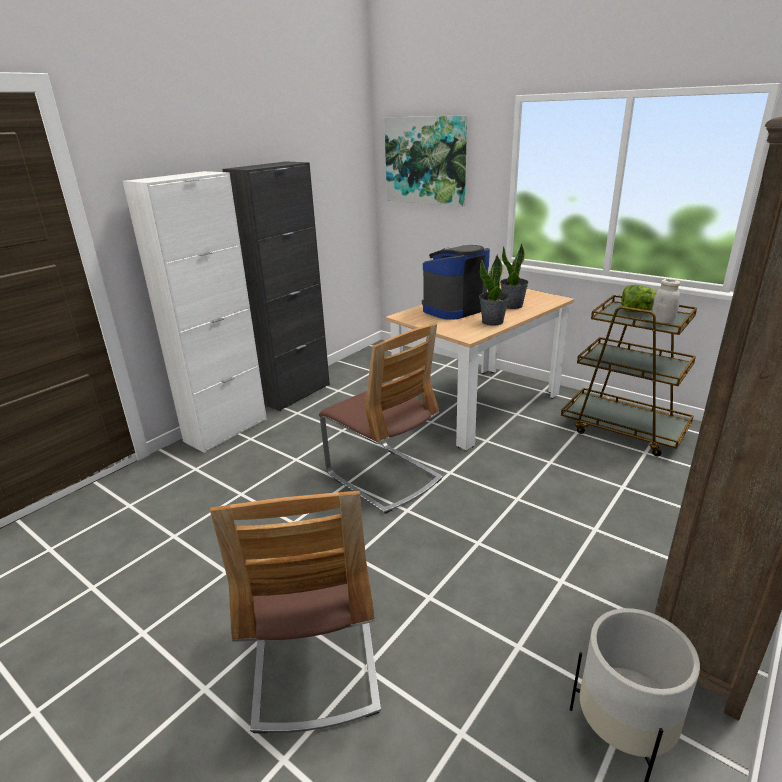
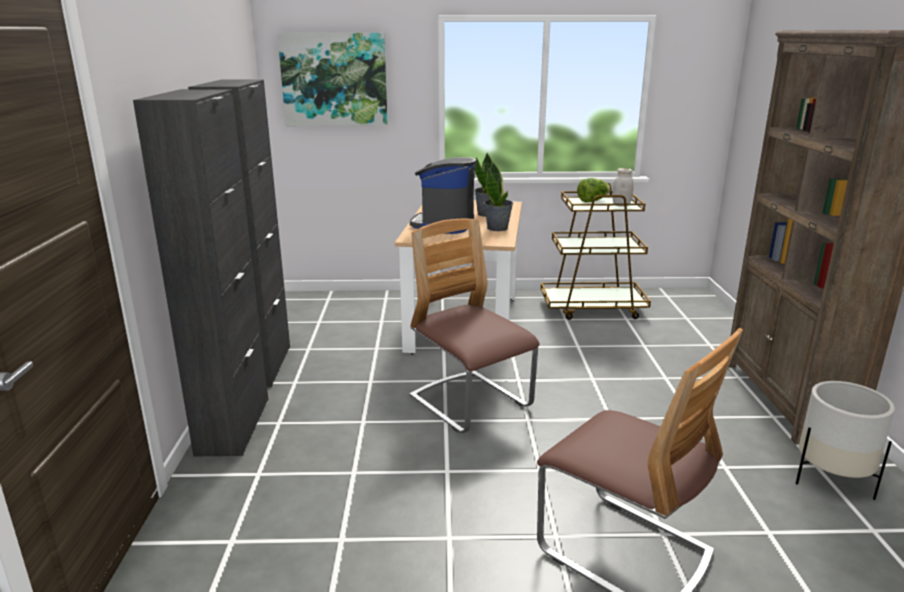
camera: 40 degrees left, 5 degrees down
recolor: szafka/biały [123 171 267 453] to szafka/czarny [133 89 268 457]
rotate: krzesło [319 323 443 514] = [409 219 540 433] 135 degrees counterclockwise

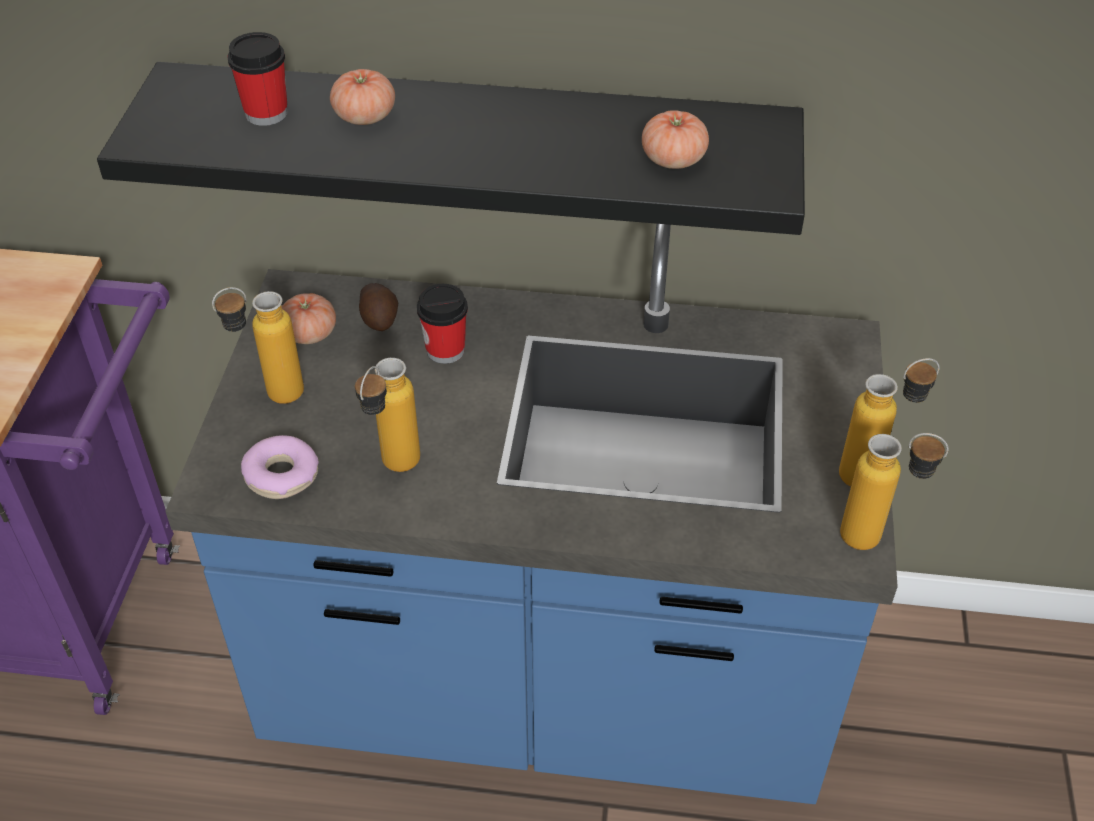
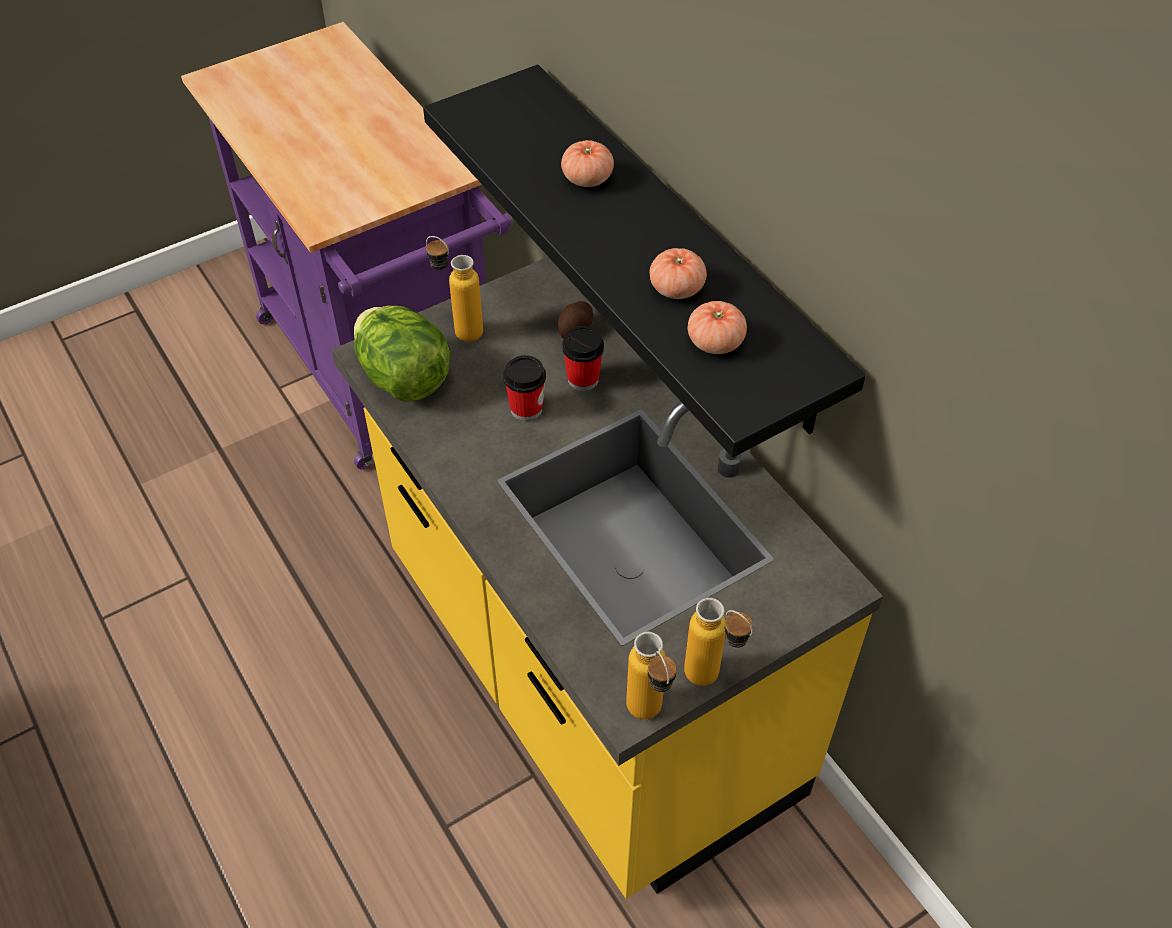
camera: 50 degrees right, 5 degrees up
delete: butelka [355 358 420 472]
move: filiżanka [227 32 288 126] to [503 355 546 421]; pomidor [282 293 336 344] to [650 248 707 299]
replace: donut [241 435 319 499] to sałata [354 306 451 402]
recolor: zabudowa kuchenna/niebieski [165 224 898 804] to zabudowa kuchenna/żółty [332 257 883 898]

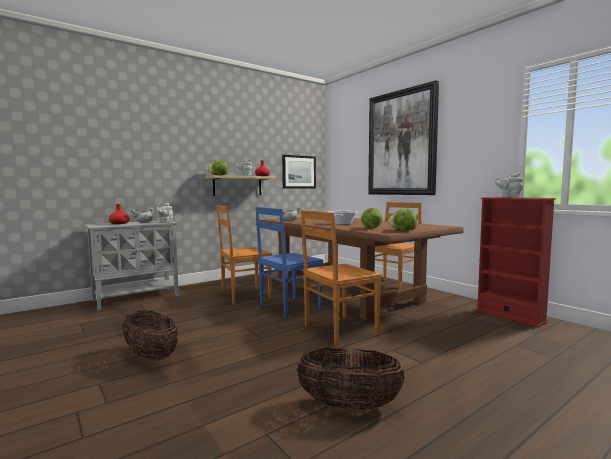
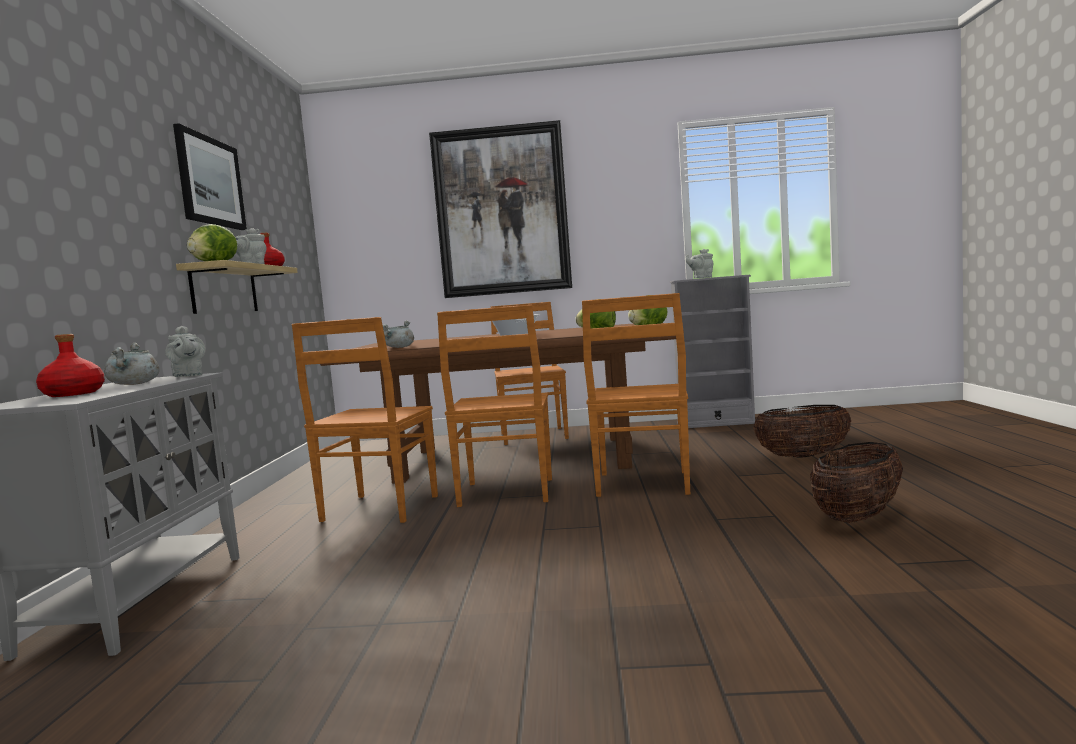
camera: 50 degrees left, 0 degrees up
move: obraz [282 155 316 189] to [173 123 247 230]; koszyk [122 311 178 361] to [753 405 851 457]
recolor: regał/czerwony [476 197 556 328] to regał/szary [670 275 755 428]; krzesło/niebieski [256 207 324 319] to krzesło/brązowy [437 305 552 507]

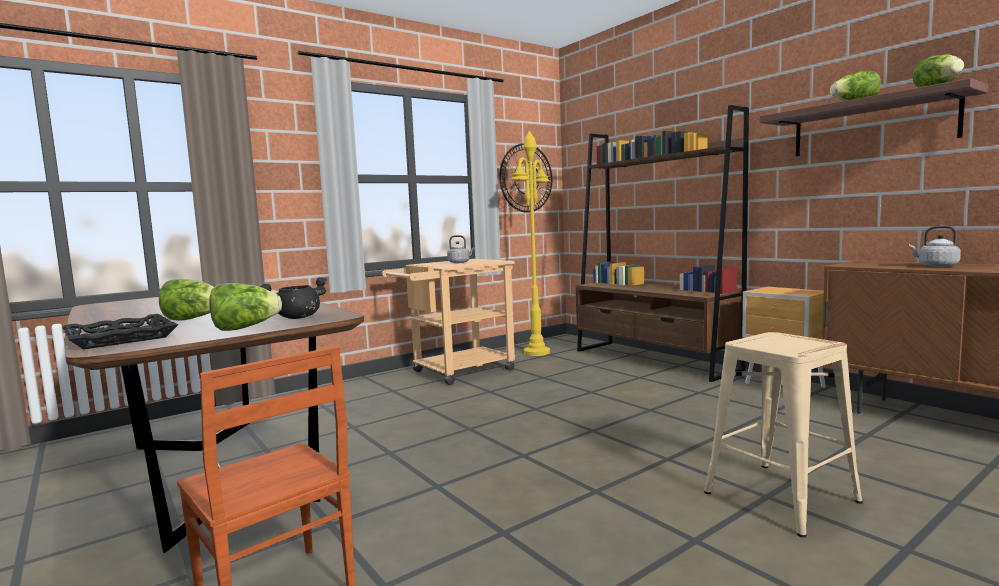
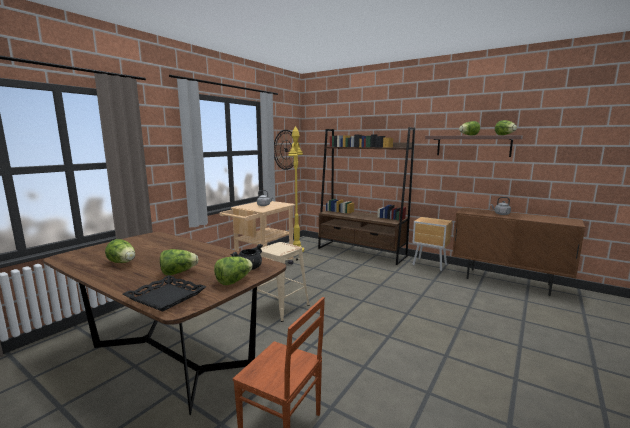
camera: 20 degrees left, 5 degrees up
insert: sałata [105 239 135 263]
move: stołek/beżowy [704 332 863 538] to [257 242 310 322]

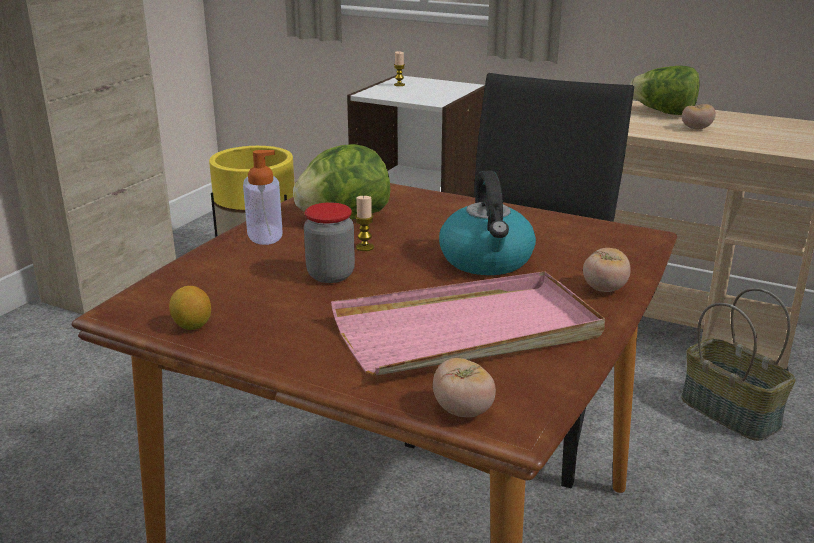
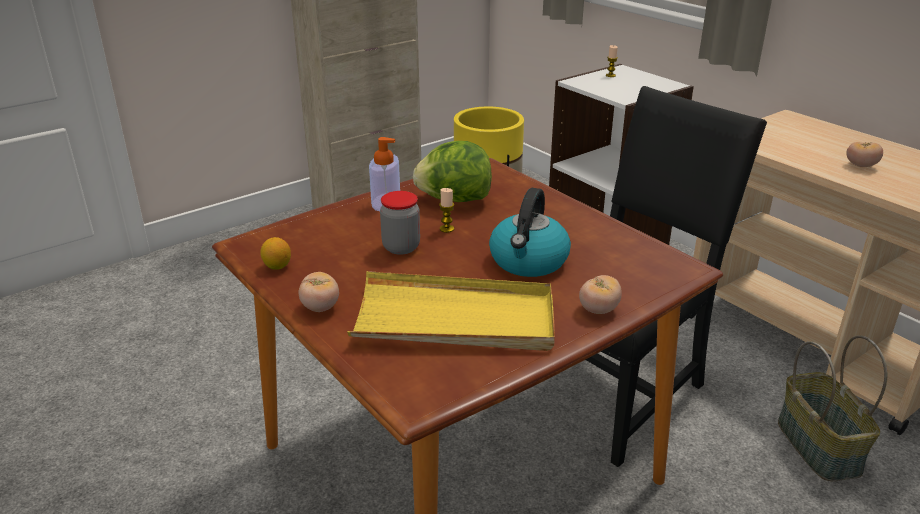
camera: 25 degrees right, 5 degrees up
delete: sałata [630 66 700 115]
move: pomidor [433 358 496 417] to [298 272 339 312]
recolor: taca/różowy [331 271 605 376] to taca/żółty [347 271 555 351]

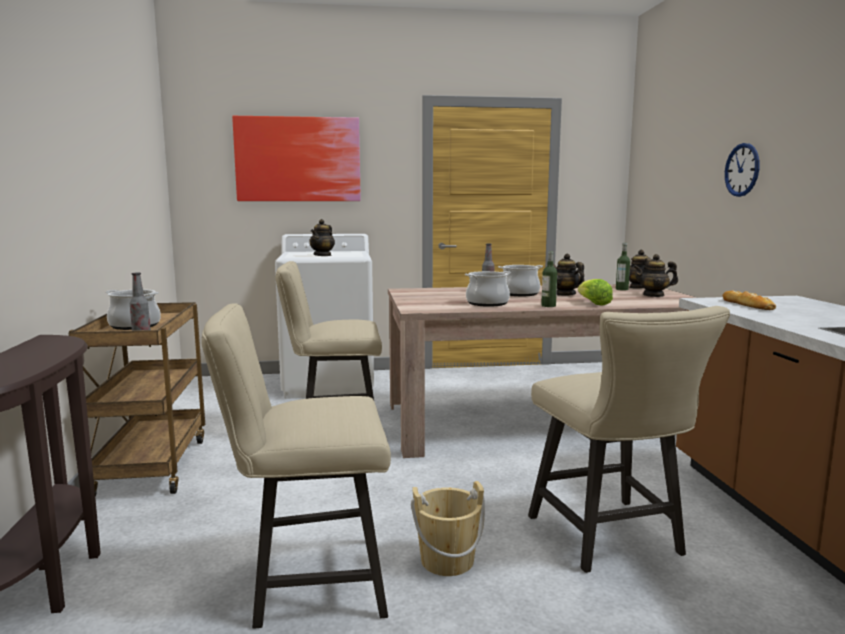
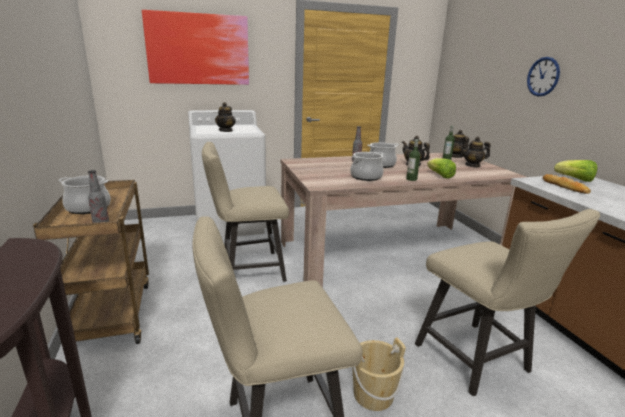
camera: 10 degrees left, 10 degrees up
insert: sałata [554 160 597 182]

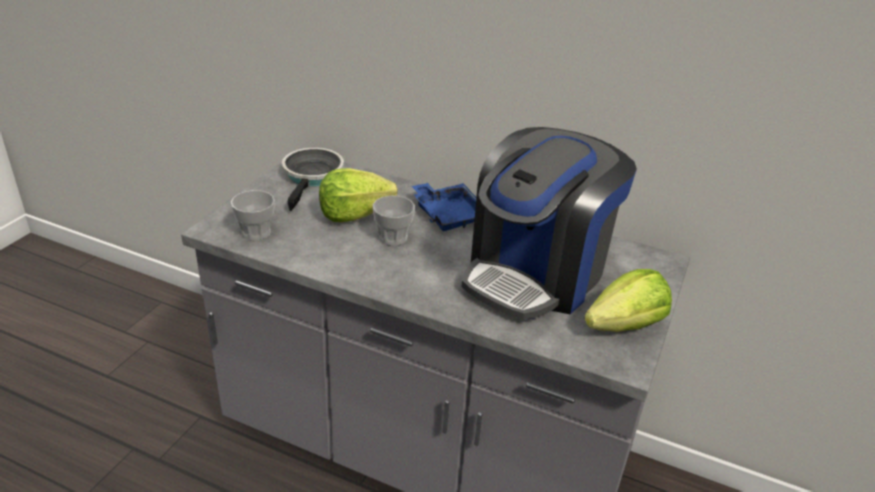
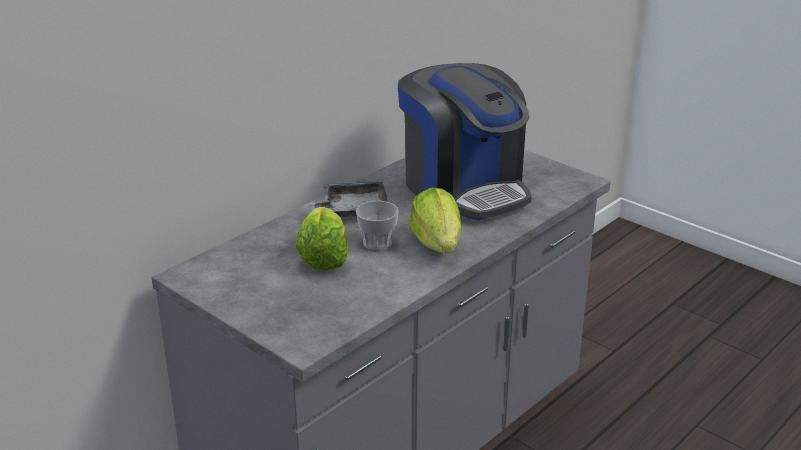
camera: 70 degrees left, 5 degrees down
delete: patelnia [282 148 344 211]; filiżanka [231 190 275 241]
move: sałata [585 269 672 332] to [410 187 461 253]
recolor: taca/niebieski [412 183 476 231] to taca/szary [310 182 388 218]

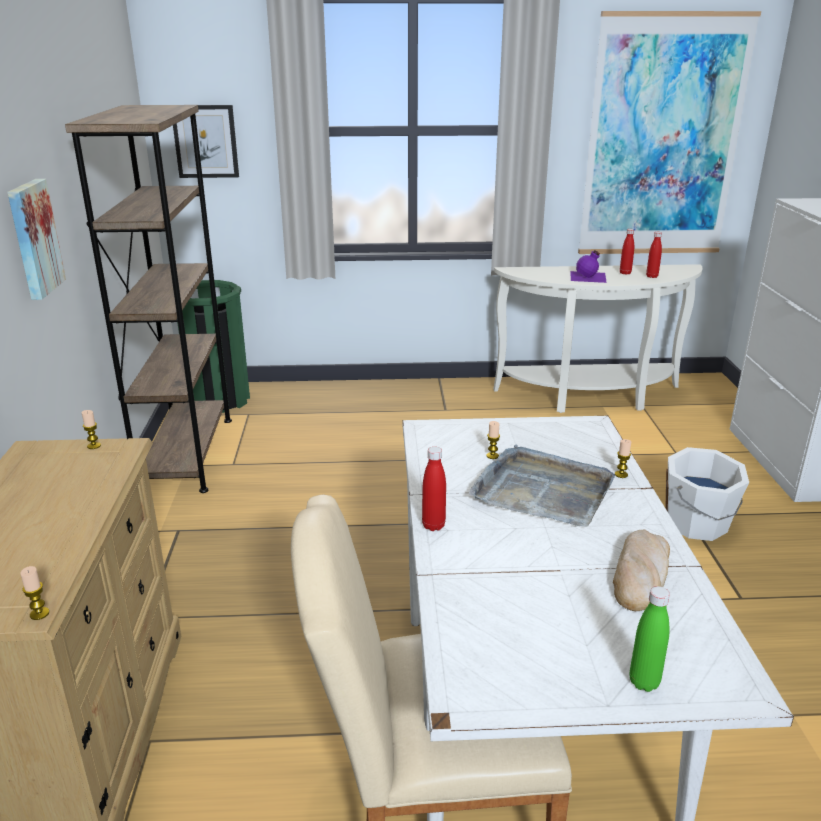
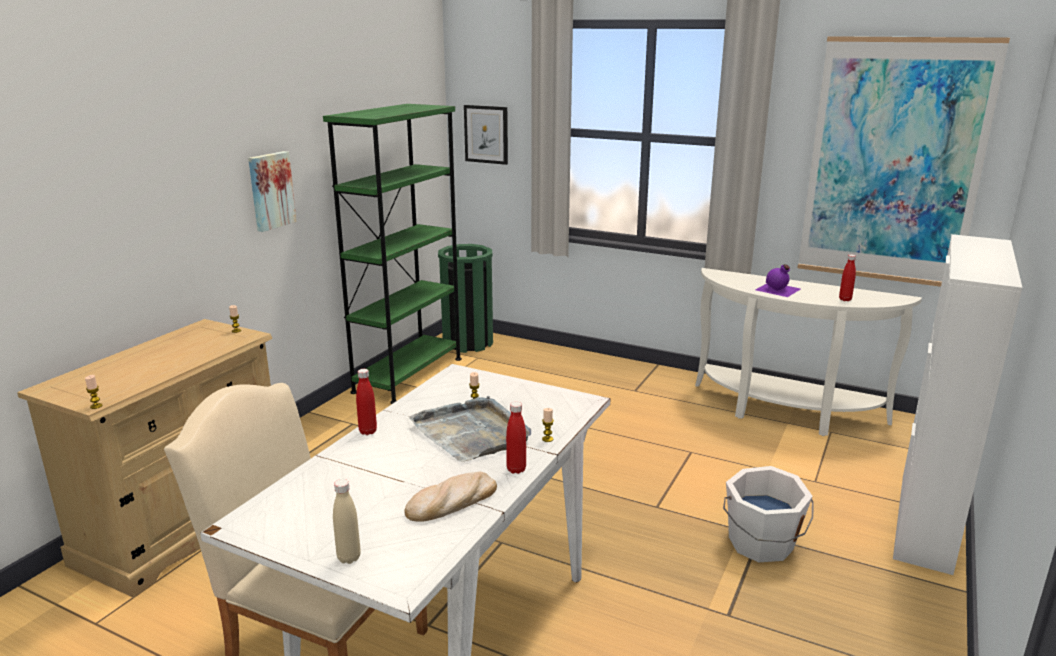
camera: 30 degrees right, 5 degrees down
move: butelka/czerwony [620 229 634 275] to [506 402 526 474]
recolor: regał/brązowy [65 105 232 493] to regał/zielony [323 104 462 404]; butelka/zielony [630 586 670 692] to butelka/beżowy [333 479 361 564]

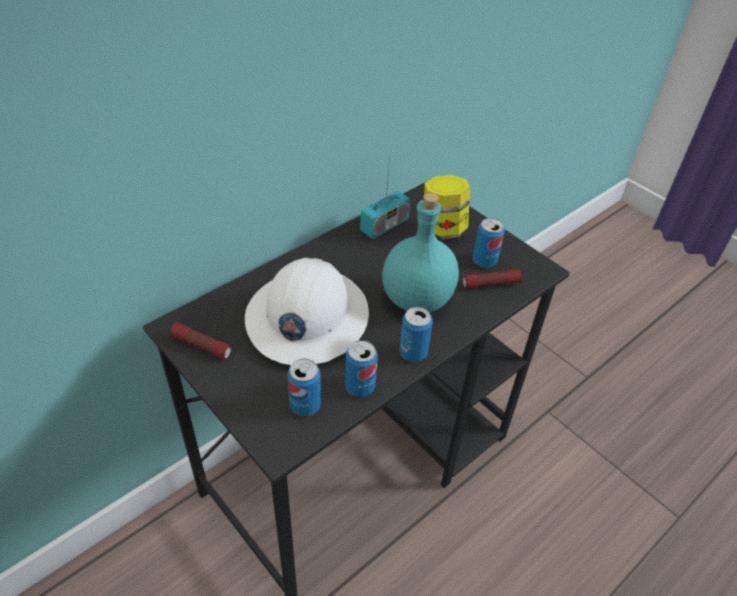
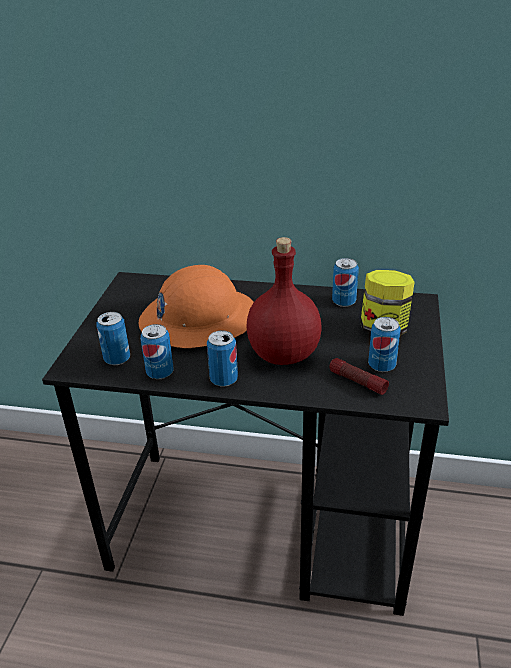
camera: 55 degrees right, 10 degrees down
delete: latarka [170 322 231 359]
replace: radio [360 154 410 239] to puszka [332 258 359 307]
recolor: butelka/turkusowy [382 193 459 313] to butelka/czerwony [246 237 322 365]; kask/biały [245 258 369 365] to kask/pomarańczowy [138 265 254 348]

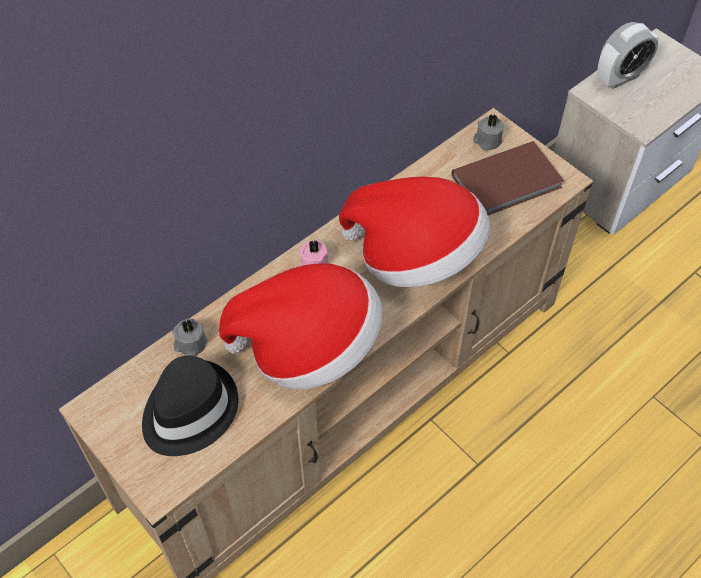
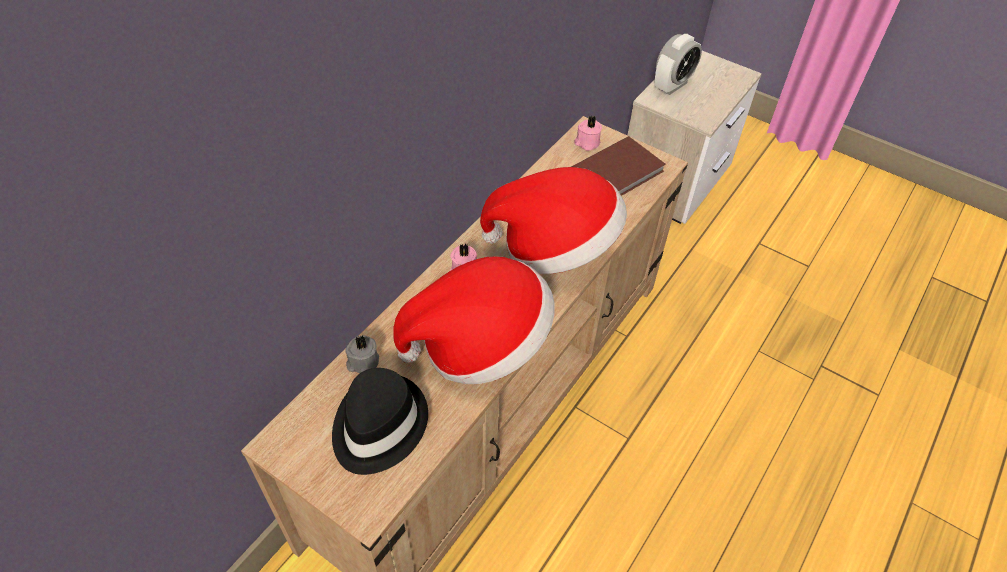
camera: 15 degrees left, 5 degrees down
recolor: świeca/szary [473 114 504 150] to świeca/różowy [574 115 602 151]

